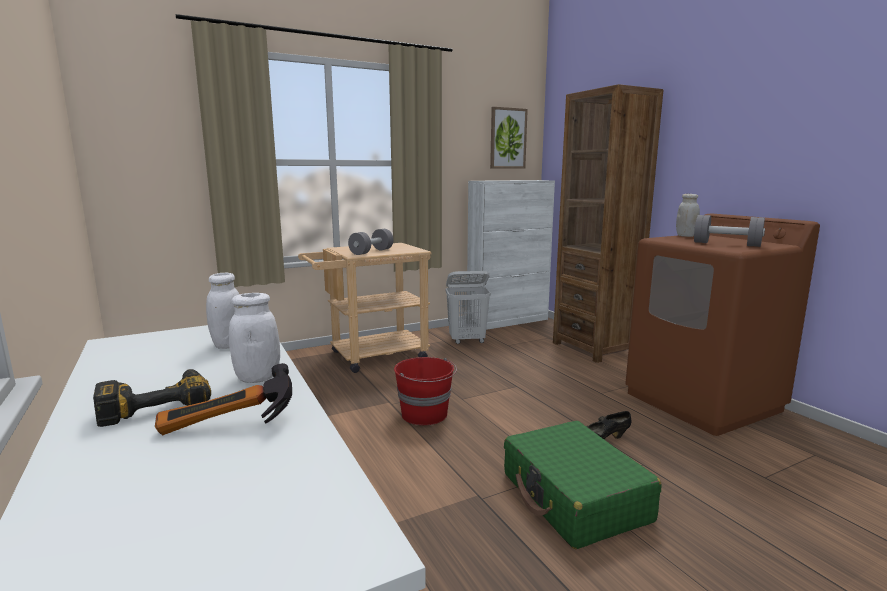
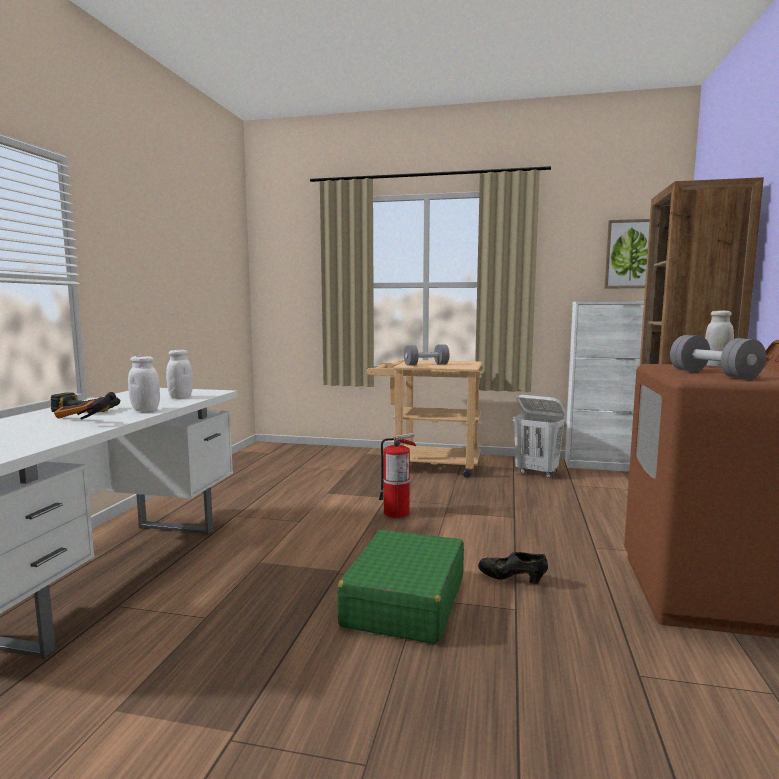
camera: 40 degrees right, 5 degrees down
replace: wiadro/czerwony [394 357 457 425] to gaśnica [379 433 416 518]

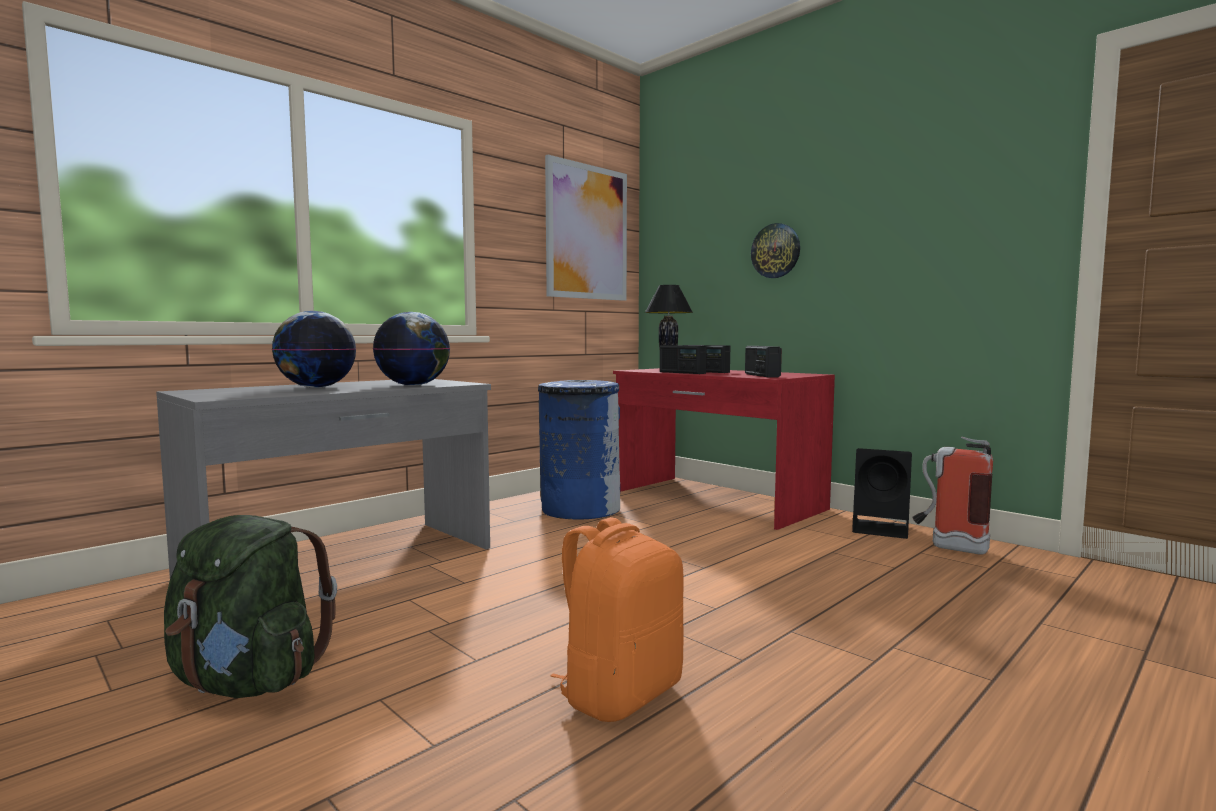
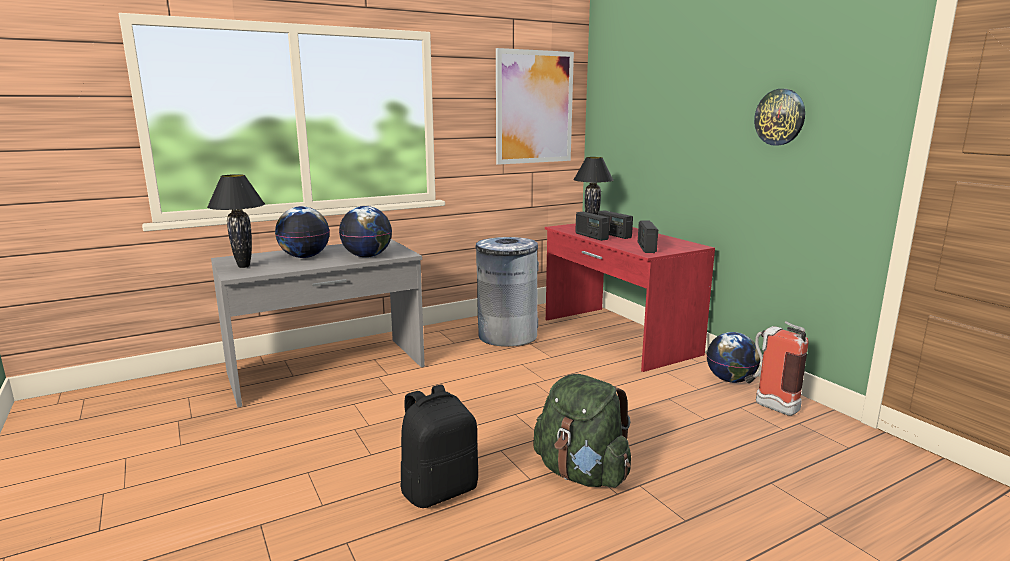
camera: 15 degrees right, 10 degrees up
insert: lampa stołowa/czarny [207 174 265 268]
move: zegar ścienny [751 223 800 278] to [754 89 805 146]; plecak/zielony [164 515 337 698] to [533 374 631 488]
replace: głośnik/czarny [852 448 912 539] to globus [707 332 760 383]
recolor: kosz na śmieci/niebieski [538 380 620 520] to kosz na śmieci/szary [476 237 539 347]; plecak/pomarańczowy [550 517 684 722] to plecak/czarny [400 384 478 508]

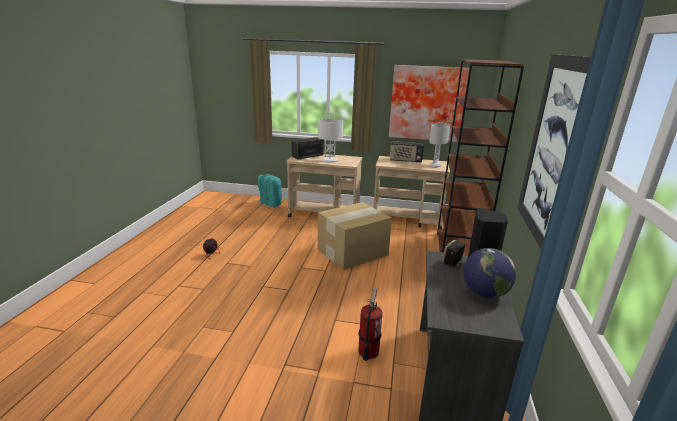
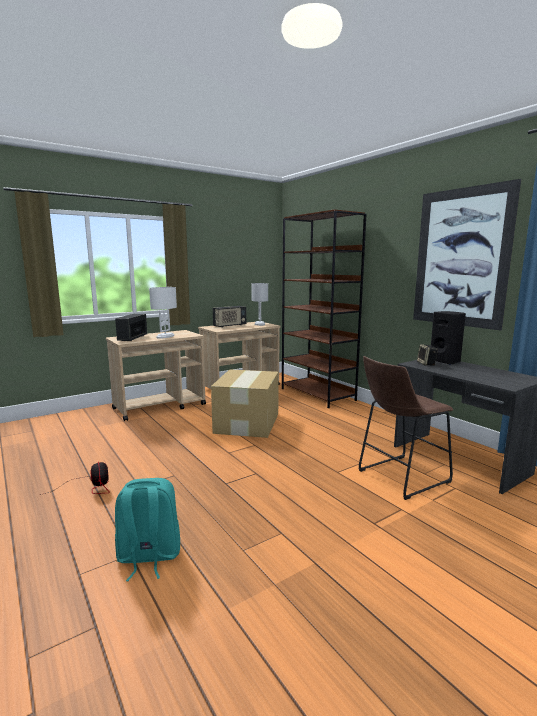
camera: 45 degrees left, 10 degrees down
delete: obraz [389 65 469 142]; globus [464 248 516 298]
move: plecak/turkusowy [256 174 282 209] to [115 478 180 581]
replace: gaśnica [358 288 383 361] to stołek/brązowy [359 356 453 500]

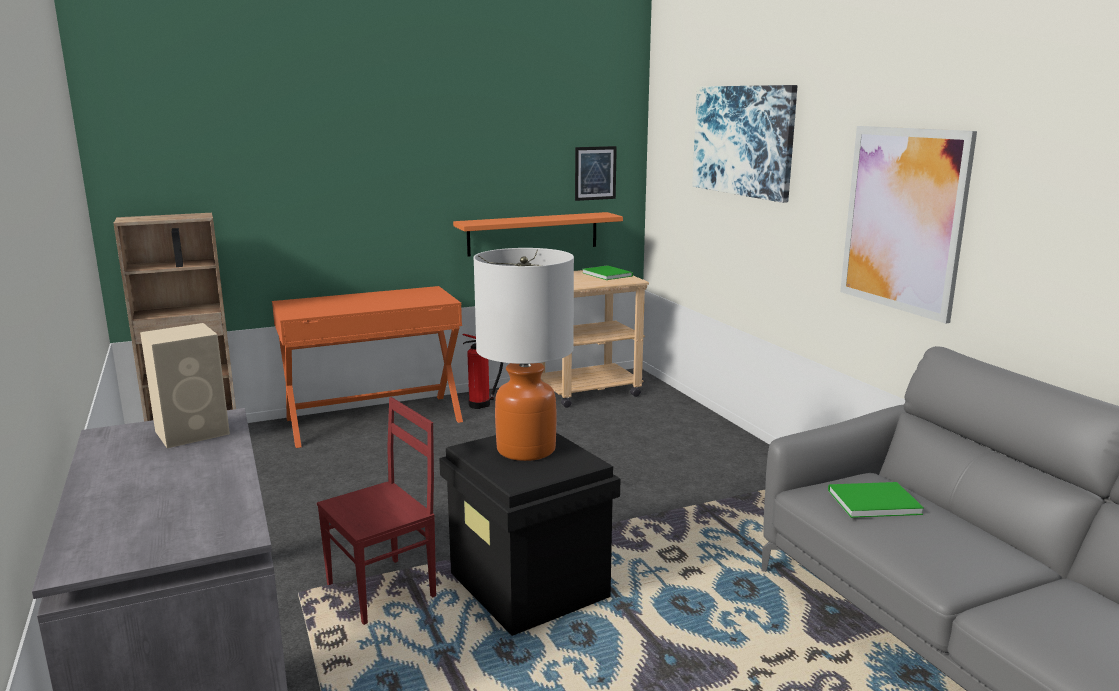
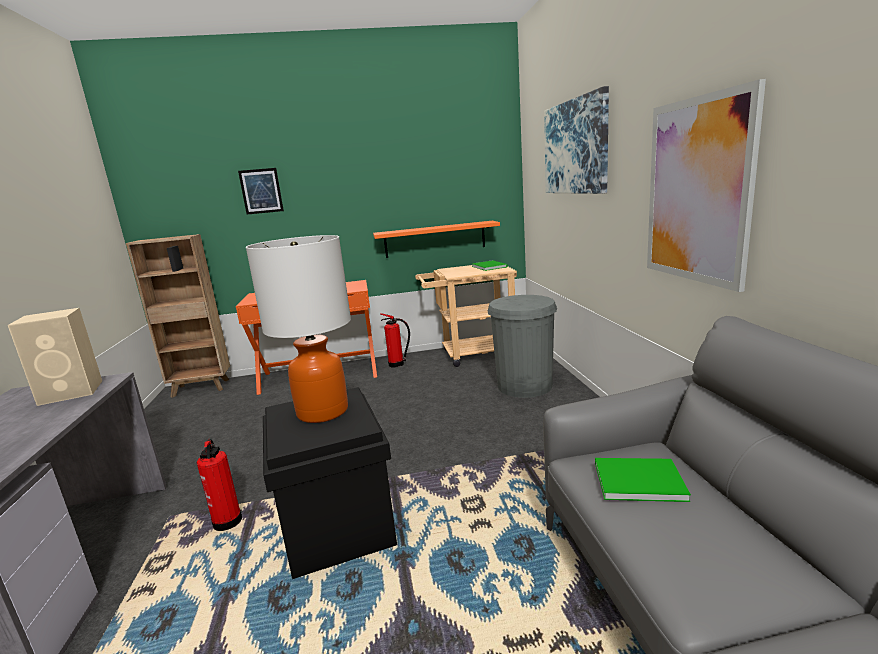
camera: 15 degrees right, 0 degrees up
insert: kosz na śmieci/szary [488 295 557 398]
move: obraz [575 146 617 201] to [238 168 284 214]
replace: krzesło/czerwony [317 397 436 625] to gaśnica [197 439 242 531]

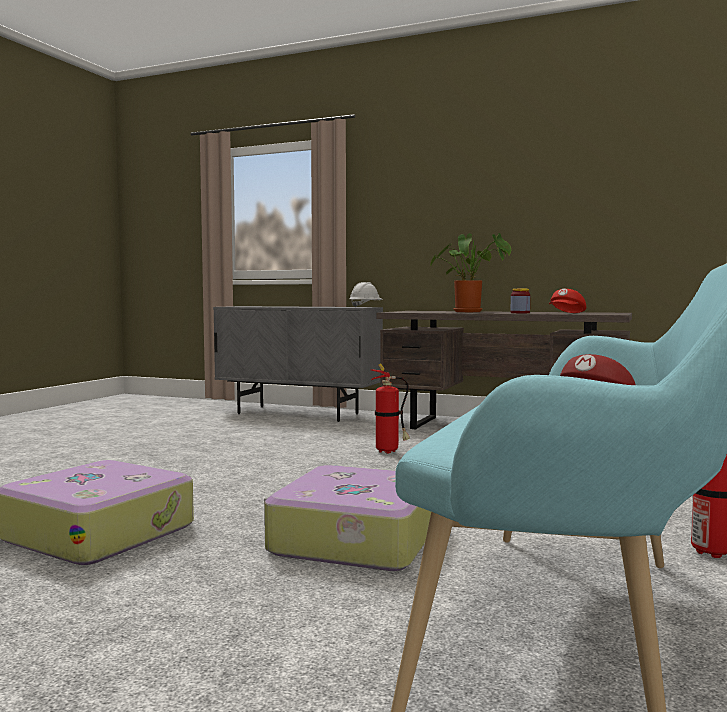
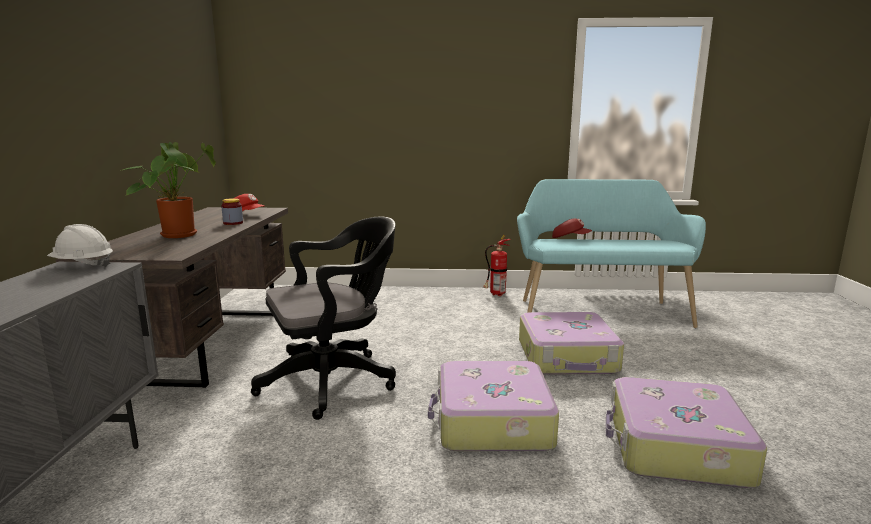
camera: 110 degrees left, 10 degrees up
insert: walizka [428 361 559 451]
replace: gaśnica [371 363 410 454] to krzesło biurowe/czarny [251 217 396 420]

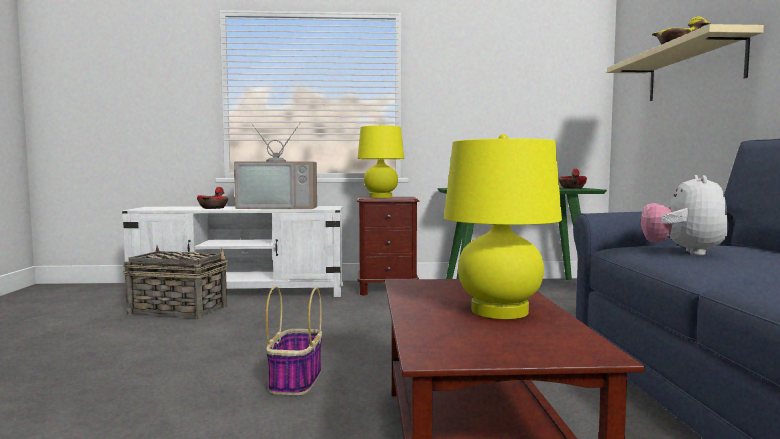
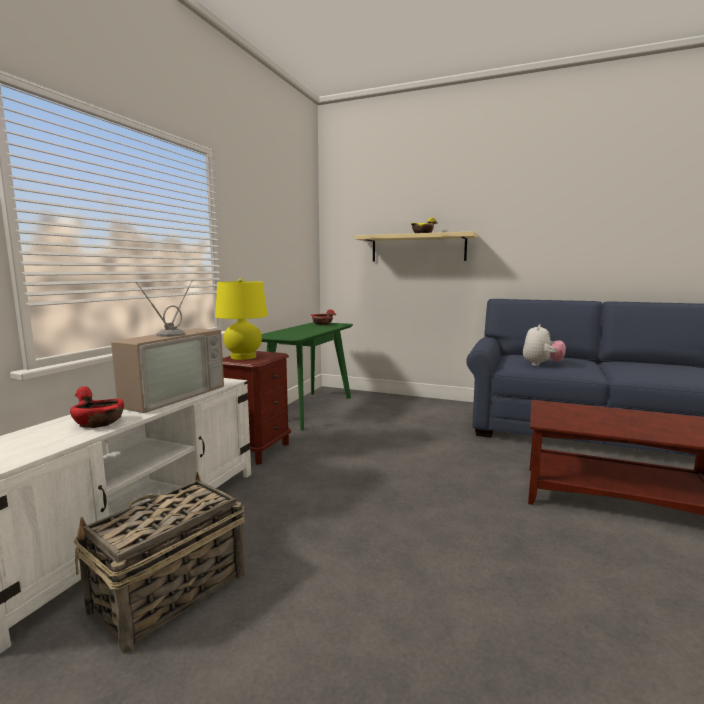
camera: 65 degrees left, 5 degrees up
delete: lampa stołowa/żółty [444 134 562 319]; koszyk [266 286 322 396]
rotate: pluszak [641 175 728 255] = [523 324 566 366] 105 degrees counterclockwise

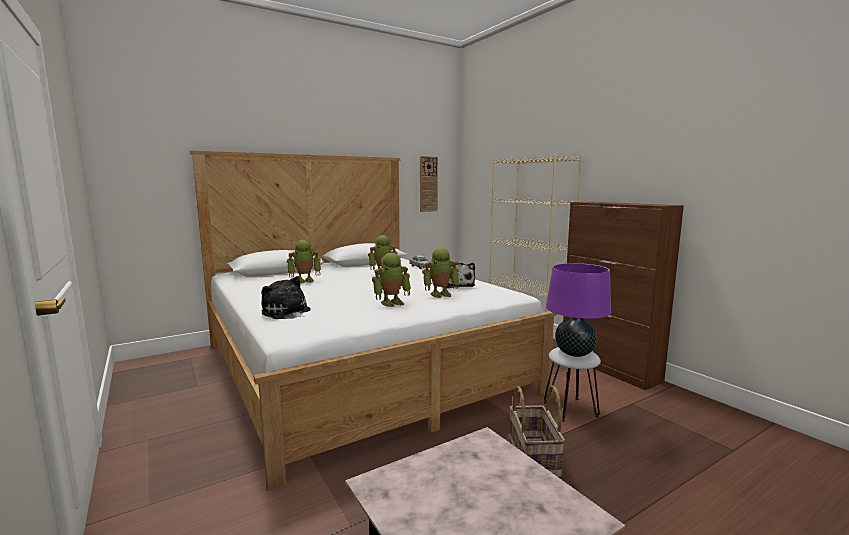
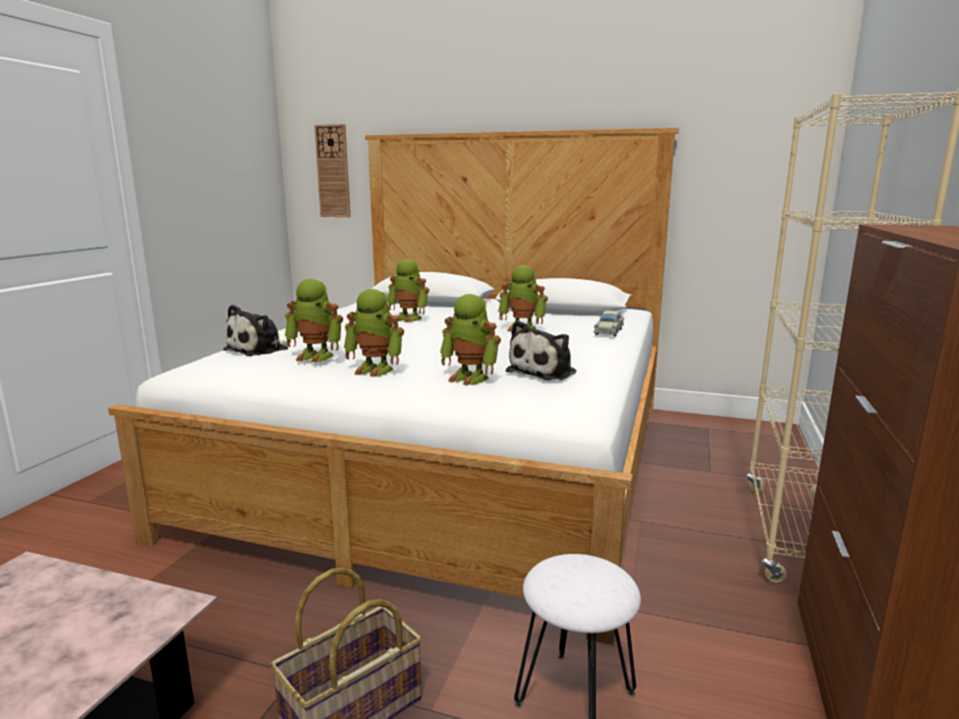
camera: 50 degrees right, 5 degrees up
delete: lampa stołowa/fioletowy [546 263 611 357]
insert: robot zabawkowy [285 279 343 363]
move: zegar ścienny [420 156 438 212] to [314 124 350 217]
rotate: pluszak [261 276 311 319] = [223 305 291 356] 150 degrees counterclockwise

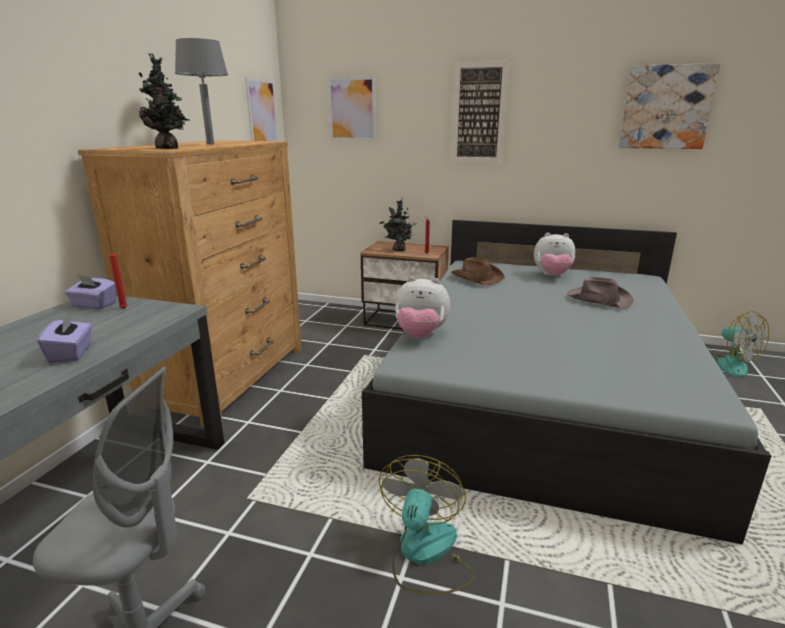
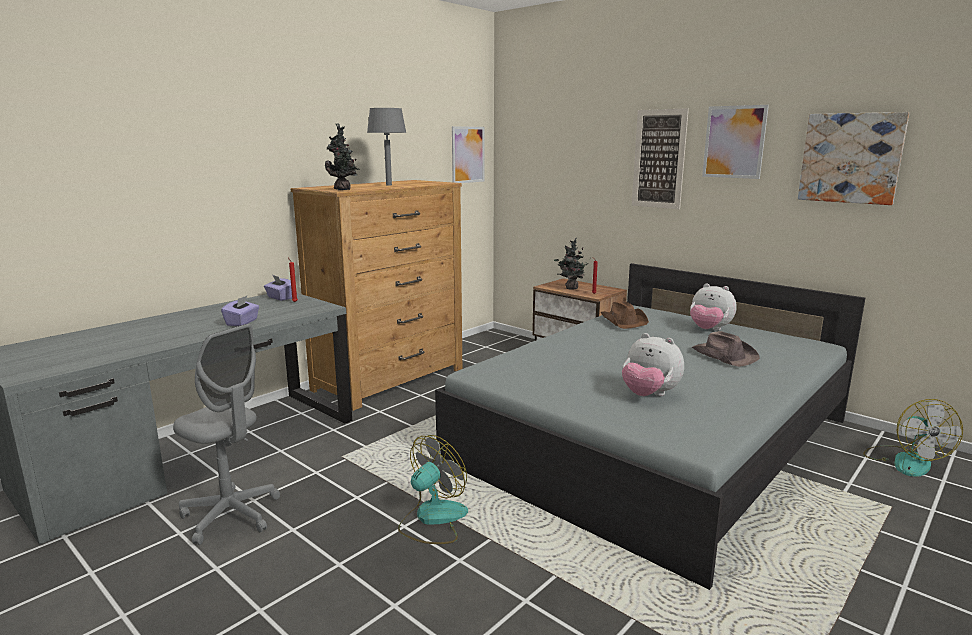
camera: 25 degrees right, 5 degrees down
move: obraz [328 76 376 141] to [702 105 769 179]; pluszak [395 277 450 338] to [622 333 684 396]

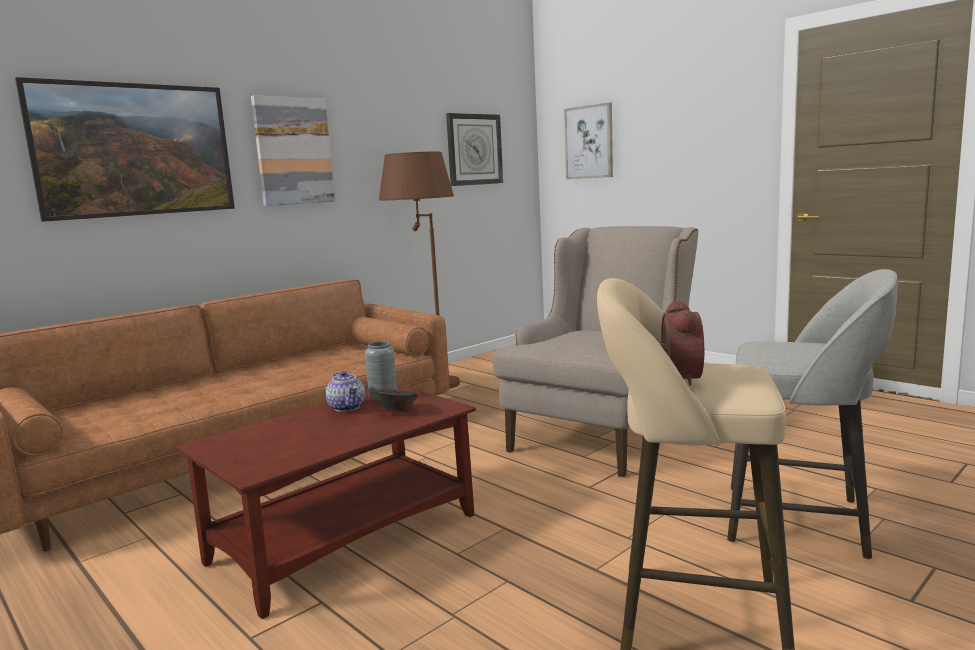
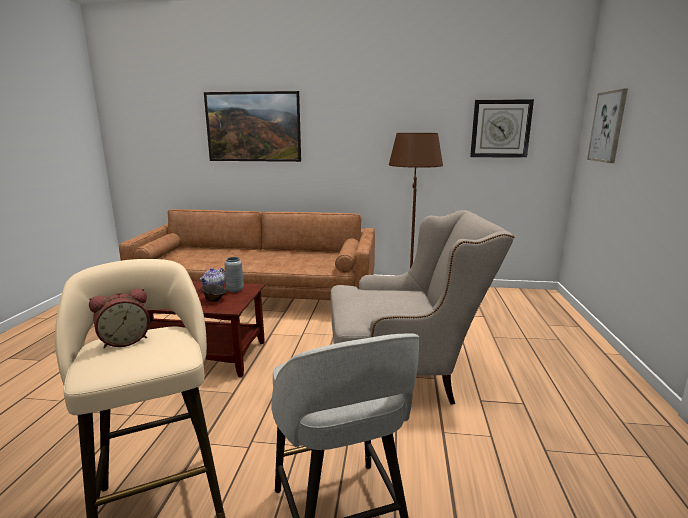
camera: 50 degrees right, 5 degrees up
delete: obraz [251 95 335 206]

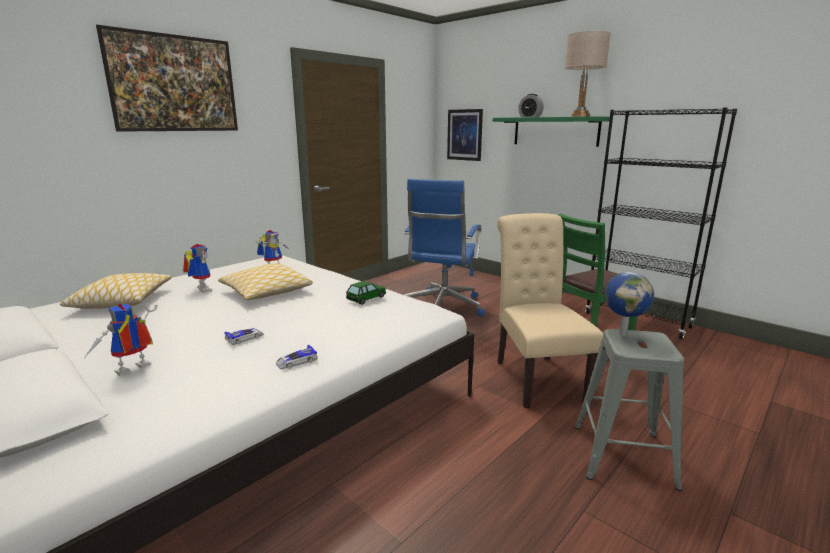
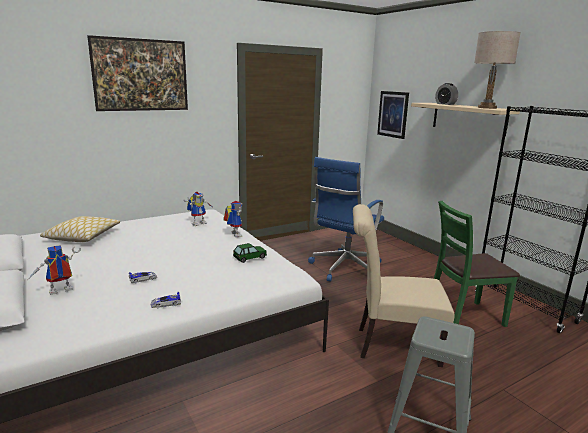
camera: 15 degrees right, 0 degrees up
delete: poduszka [218 263 313 300]; globus [605 272 654 336]
move: robot zabawkowy [183 244 213 293] to [224 201 242 237]
recolor: półka/zielony [493 116 610 147] to półka/beżowy [411 103 520 137]
rotate: krzesło/beżowy [497 213 603 408] = [353 204 455 367] 90 degrees counterclockwise

